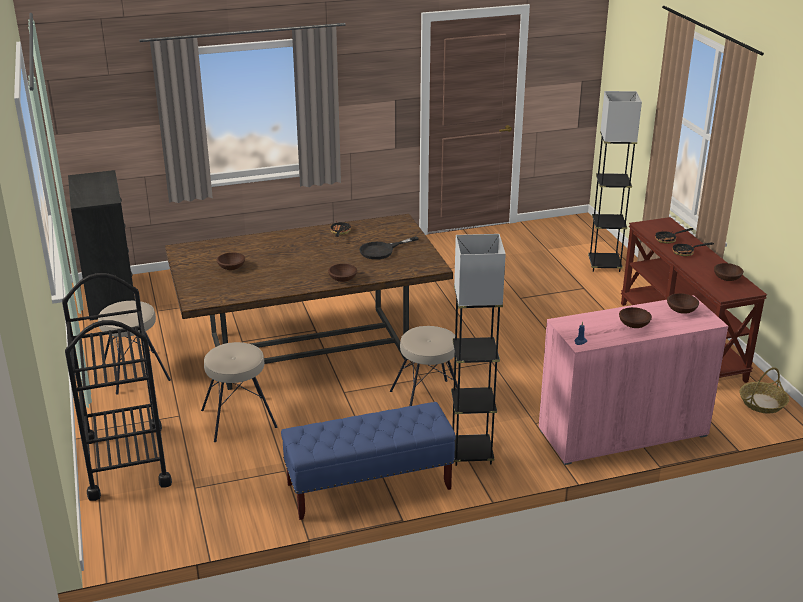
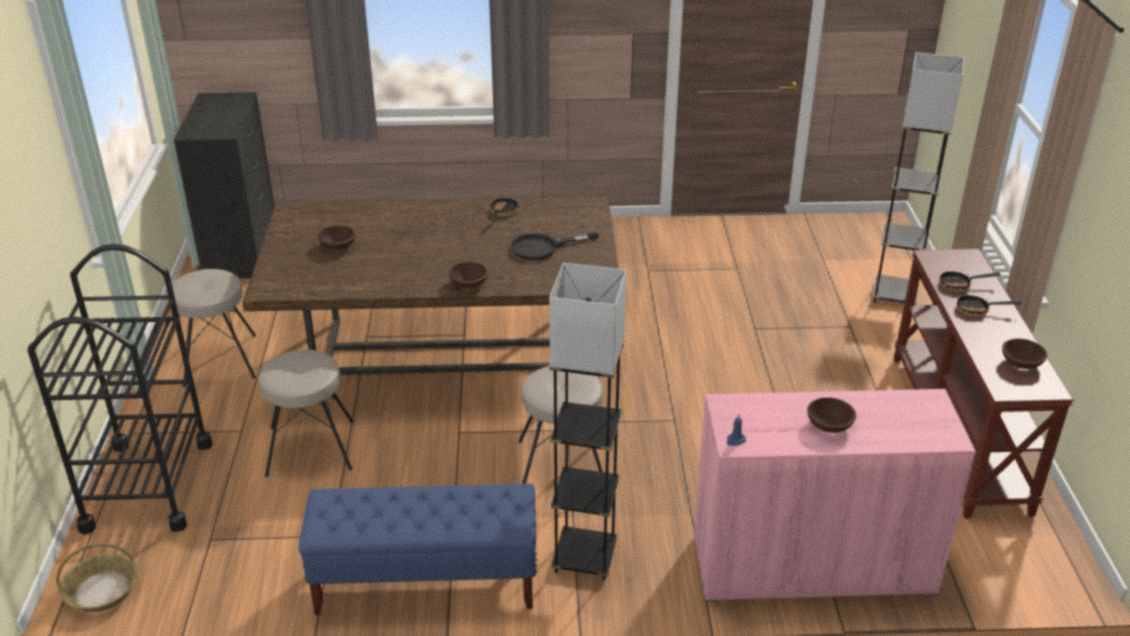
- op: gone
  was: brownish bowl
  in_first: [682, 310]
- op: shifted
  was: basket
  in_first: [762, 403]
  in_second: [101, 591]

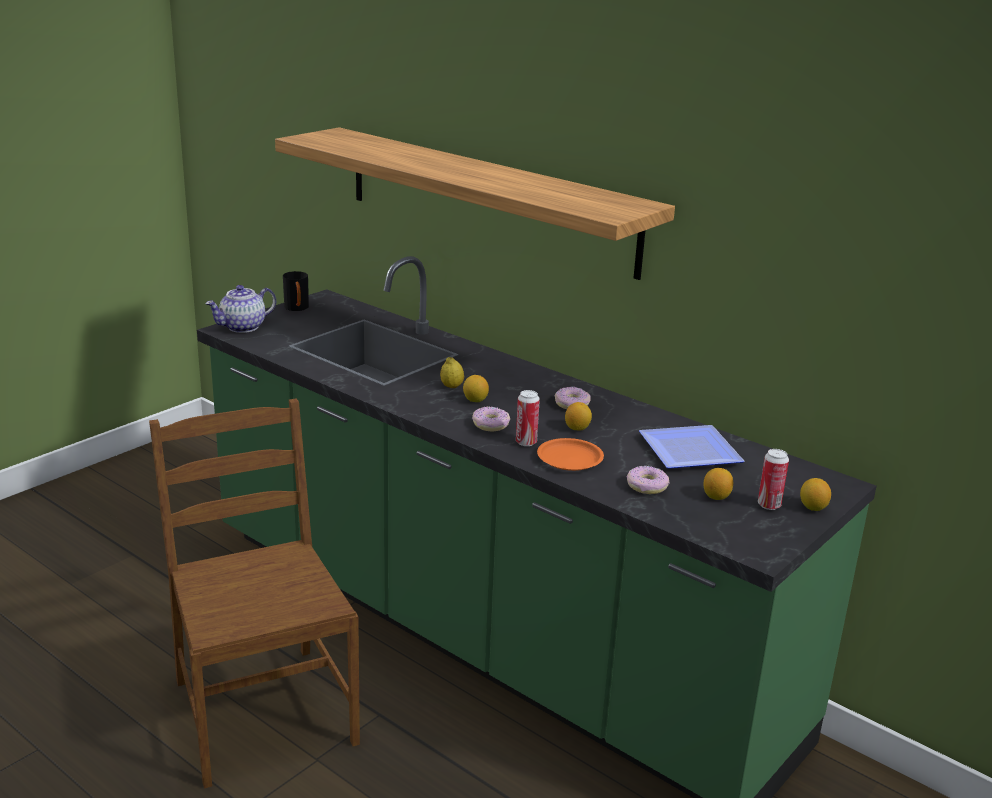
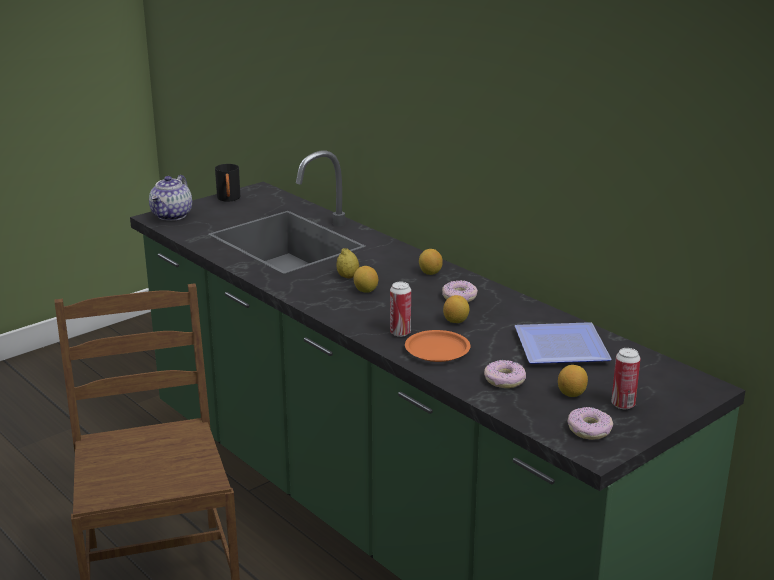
- op: gone
  was: shelf
  in_first: [487, 199]
- op: shifted
  was: doughnut
  in_first: [491, 424]
  in_second: [589, 430]
- op: shifted
  was: whole lemon
  in_first: [813, 507]
  in_second: [430, 273]
- op: rotated
  was: teapot
  in_first: [243, 327]
  in_second: [172, 215]
  clockwise: -45

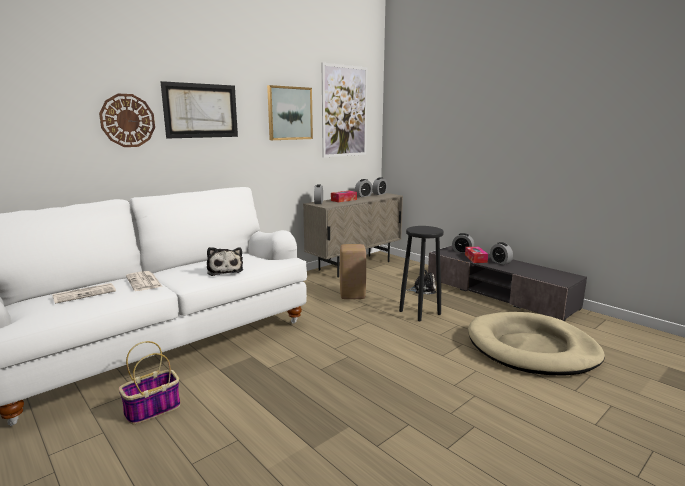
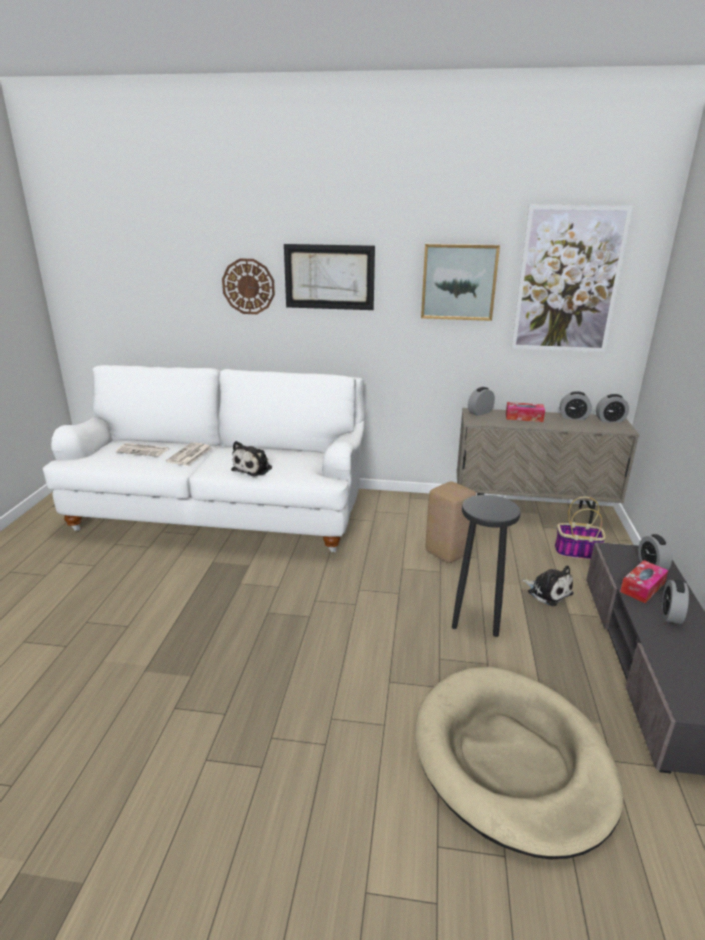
- op: shifted
  was: basket
  in_first: [152, 410]
  in_second: [576, 552]

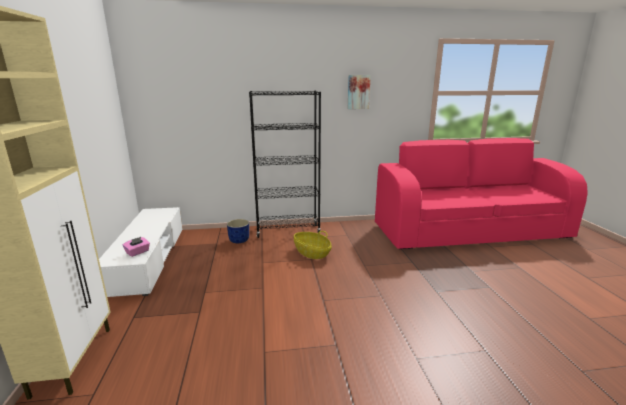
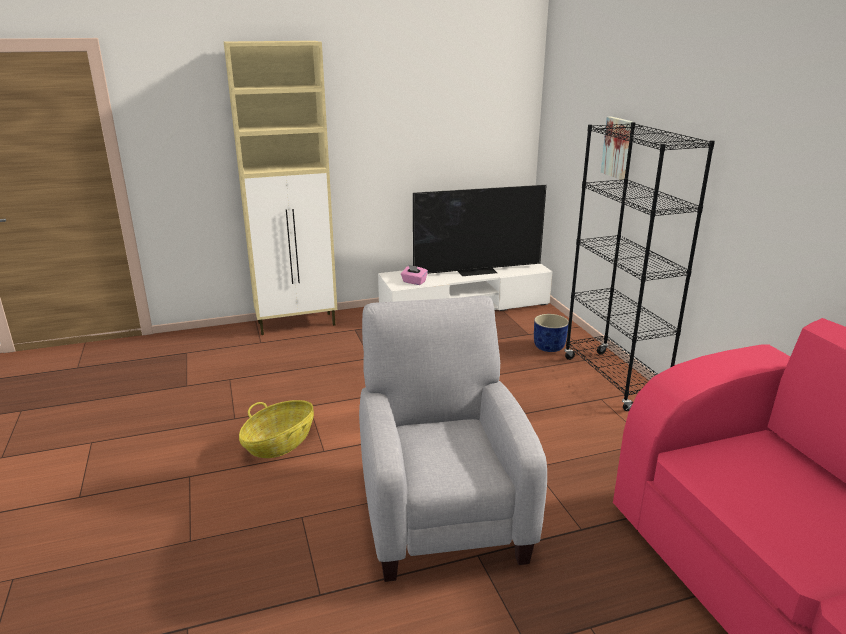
- op: new
  now: gray easy chair
  in_second: [441, 509]
- op: new
  now: TV set
  in_second: [477, 271]
- op: shifted
  was: basket
  in_first: [312, 253]
  in_second: [280, 443]
- op: shifted
  was: picture
  in_first: [358, 92]
  in_second: [618, 147]

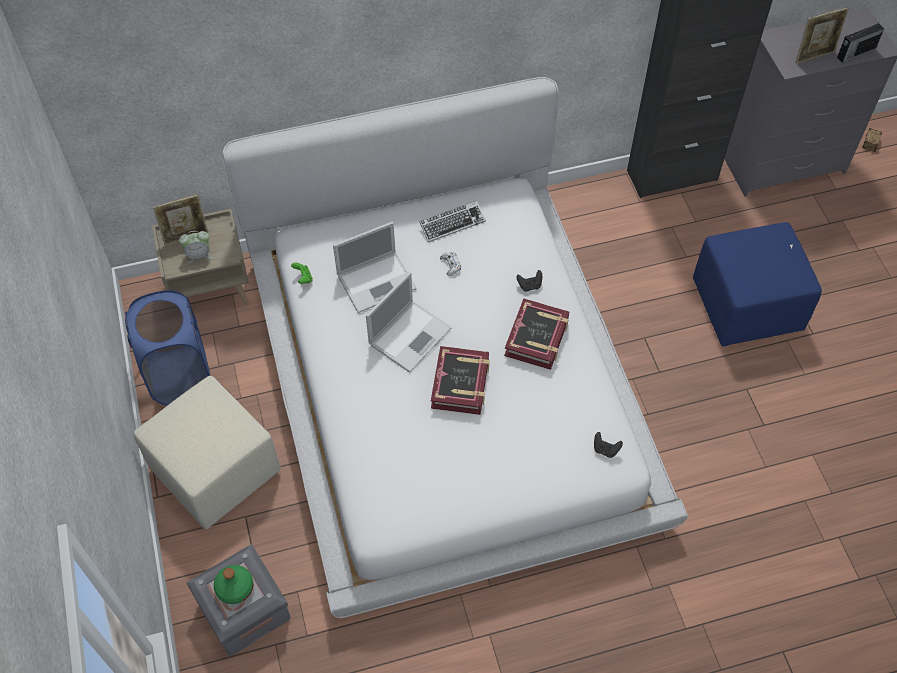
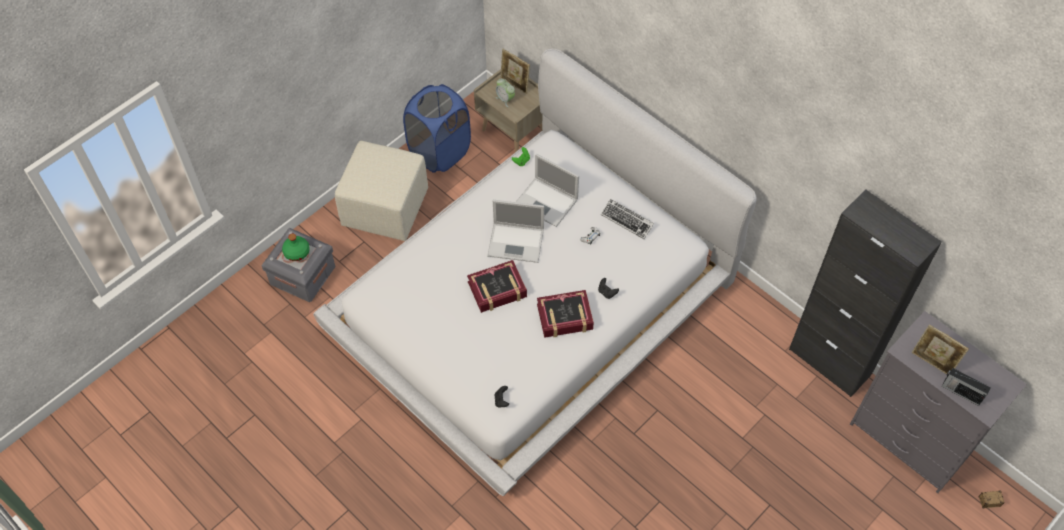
- op: gone
  was: bluish ottoman
  in_first: [747, 305]

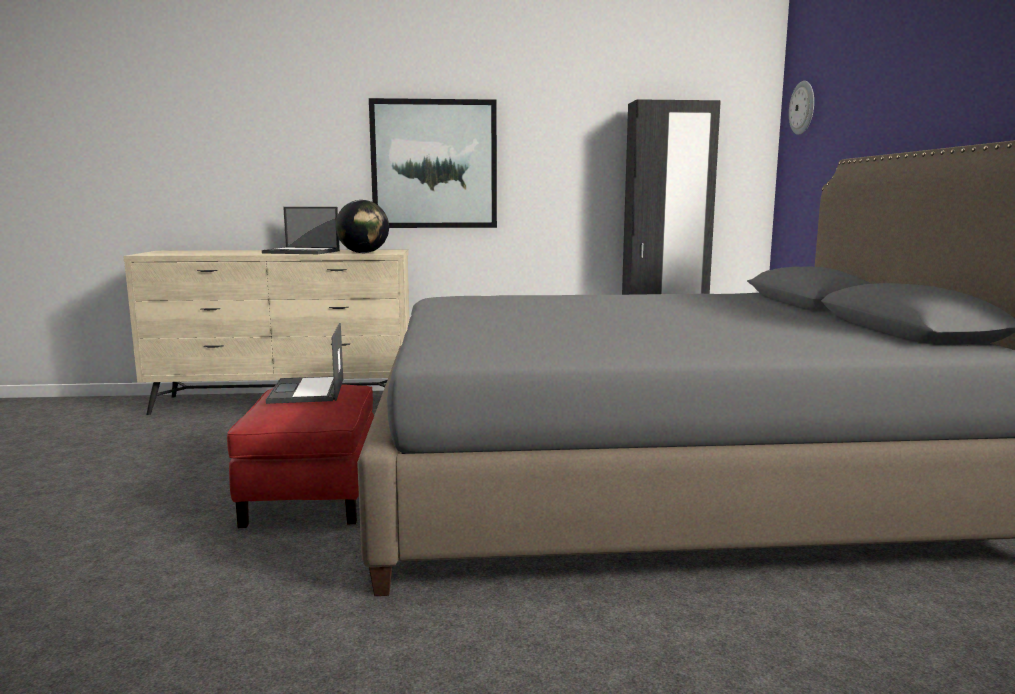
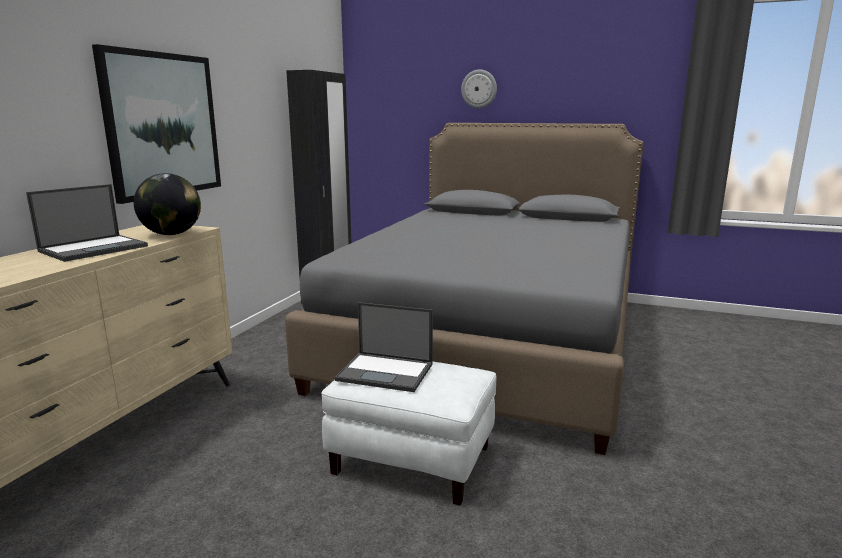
- op: shifted
  was: clock on the wall
  in_first: [803, 108]
  in_second: [479, 89]
- op: repainted
  was: red ottoman
  now: white-coloured ottoman
  in_first: [313, 495]
  in_second: [413, 459]

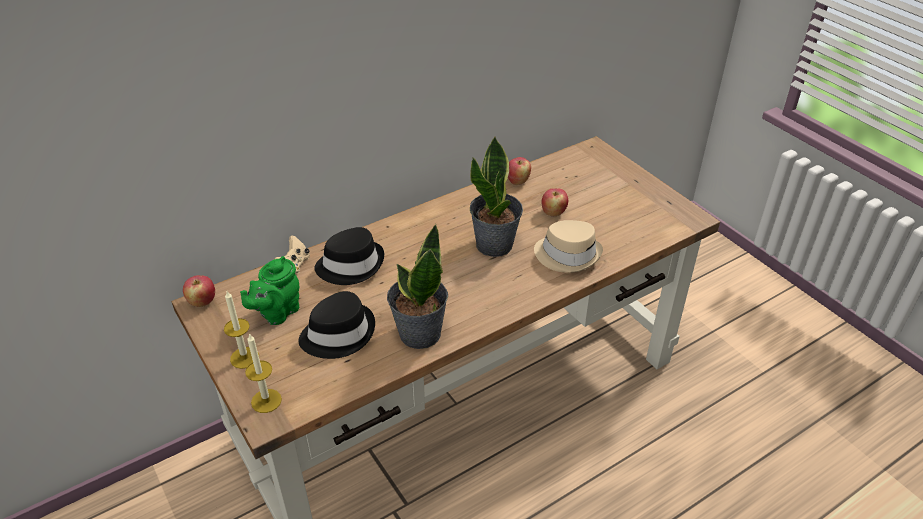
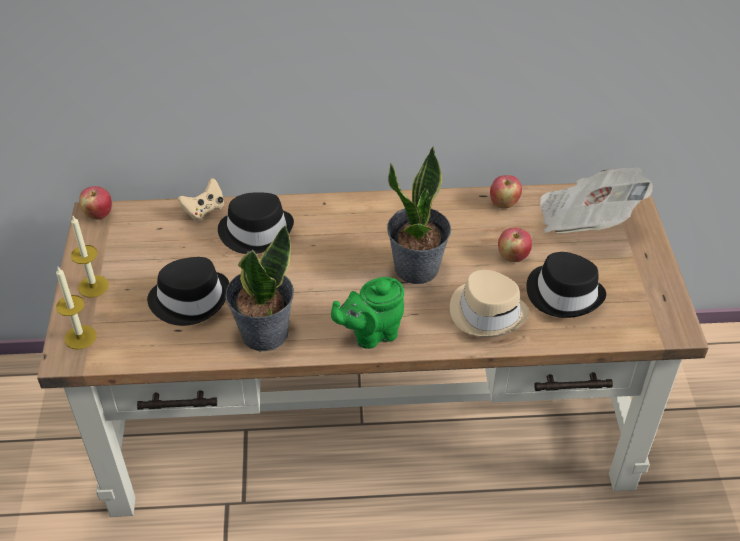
- op: new
  now: black-coloured clothing hat
  in_second: [564, 293]
- op: new
  now: newspaper
  in_second: [586, 220]
- op: shifted
  was: green-coloured teapot
  in_first: [277, 312]
  in_second: [371, 334]

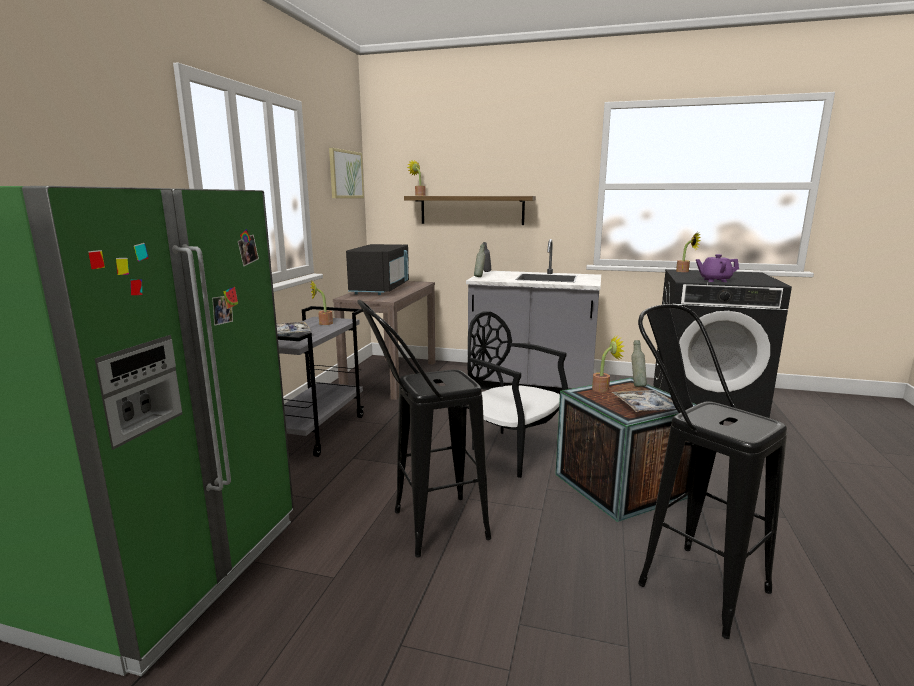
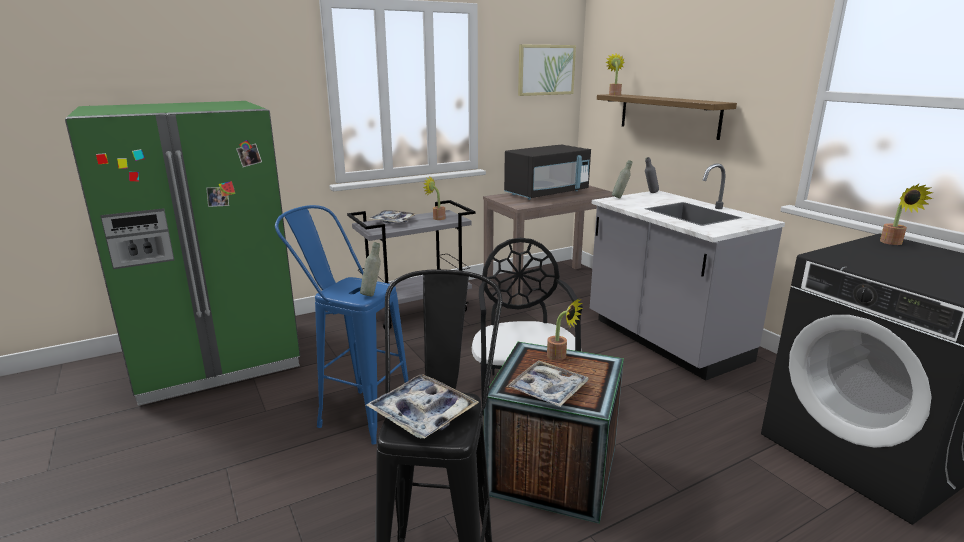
- op: gone
  was: purple-coloured teapot
  in_first: [714, 280]
- op: new
  now: carrying tray
  in_second: [422, 414]
- op: shifted
  was: gray beverage bottle
  in_first: [637, 385]
  in_second: [372, 294]
- op: repainted
  was: black-coloured stool seat
  now: bluish stool seat
  in_first: [425, 528]
  in_second: [354, 412]

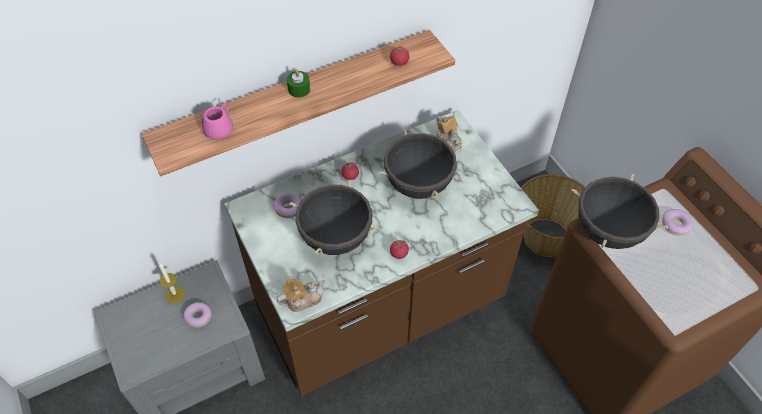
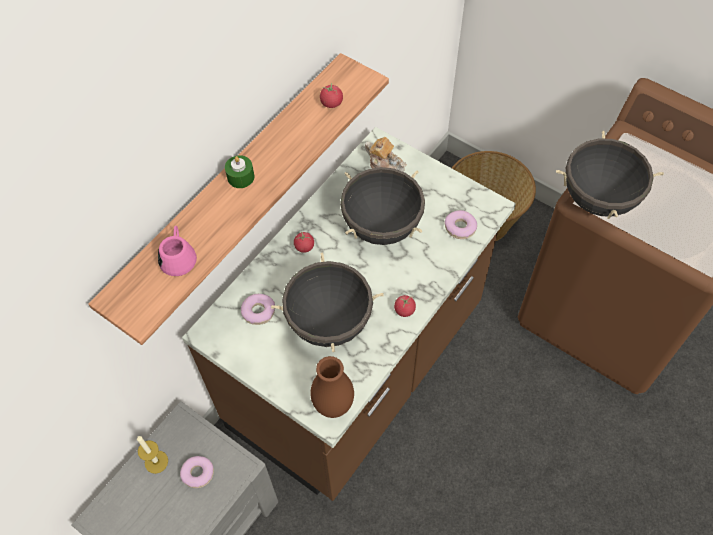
- op: shifted
  was: doughnut
  in_first: [675, 225]
  in_second: [460, 227]
- op: swapped
  was: teapot
  now: brownish flower vase
  in_first: [302, 299]
  in_second: [333, 405]

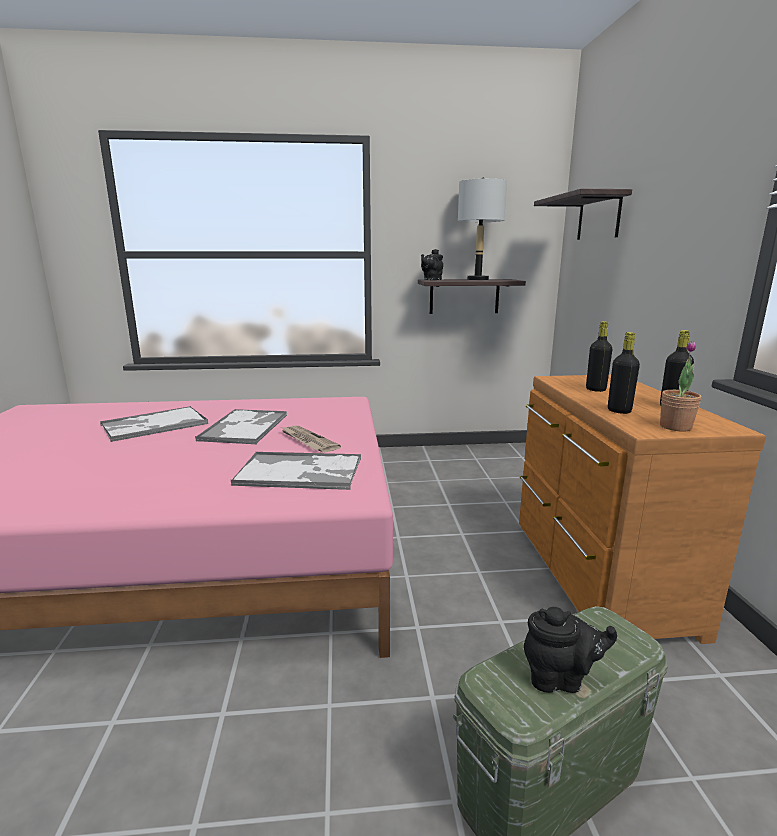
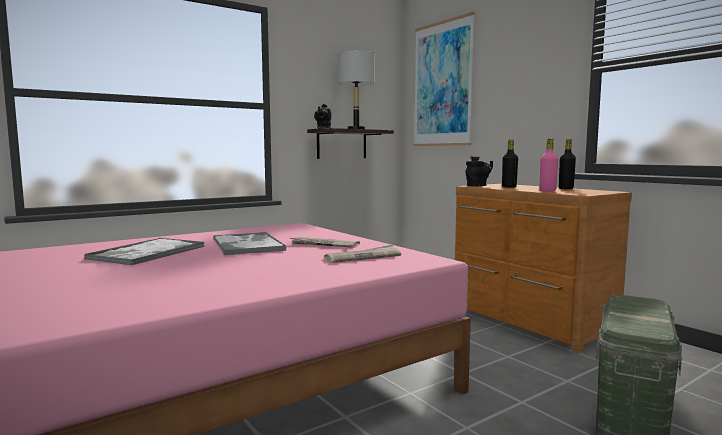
- op: gone
  was: plant in a pot
  in_first: [675, 427]
- op: shifted
  was: black-coloured teapot
  in_first: [560, 678]
  in_second: [478, 186]
- op: swapped
  was: carrying tray
  now: newspaper
  in_first: [301, 472]
  in_second: [363, 257]
- op: swapped
  was: shelf
  now: picture
  in_first: [599, 217]
  in_second: [442, 84]
- op: repainted
  was: black-coloured beverage bottle
  now: pink-coloured beverage bottle
  in_first: [619, 411]
  in_second: [547, 191]

